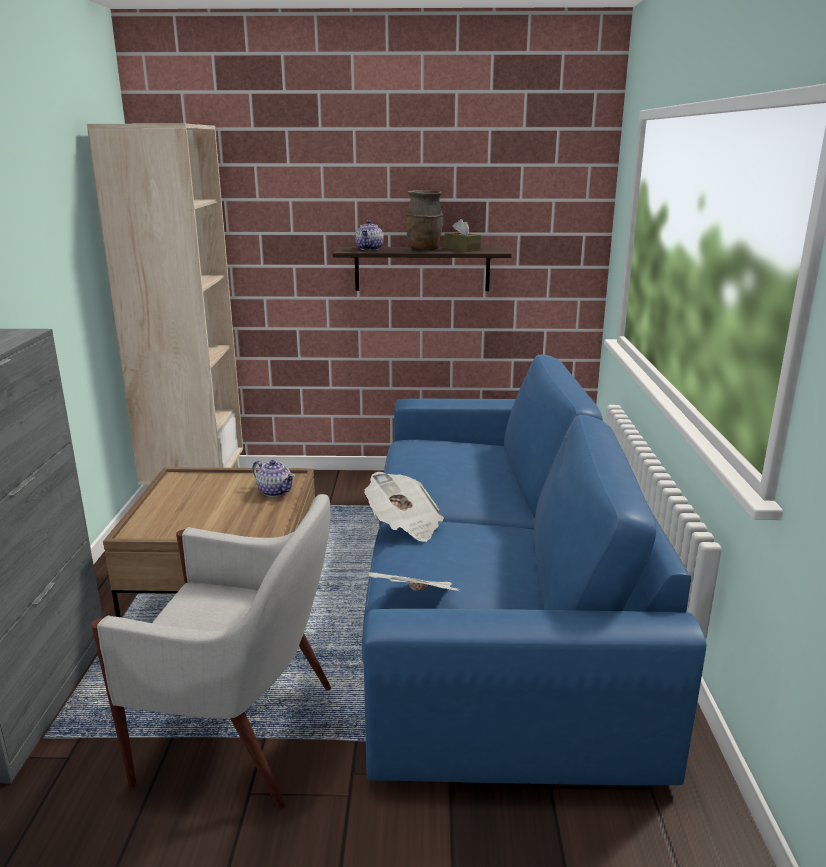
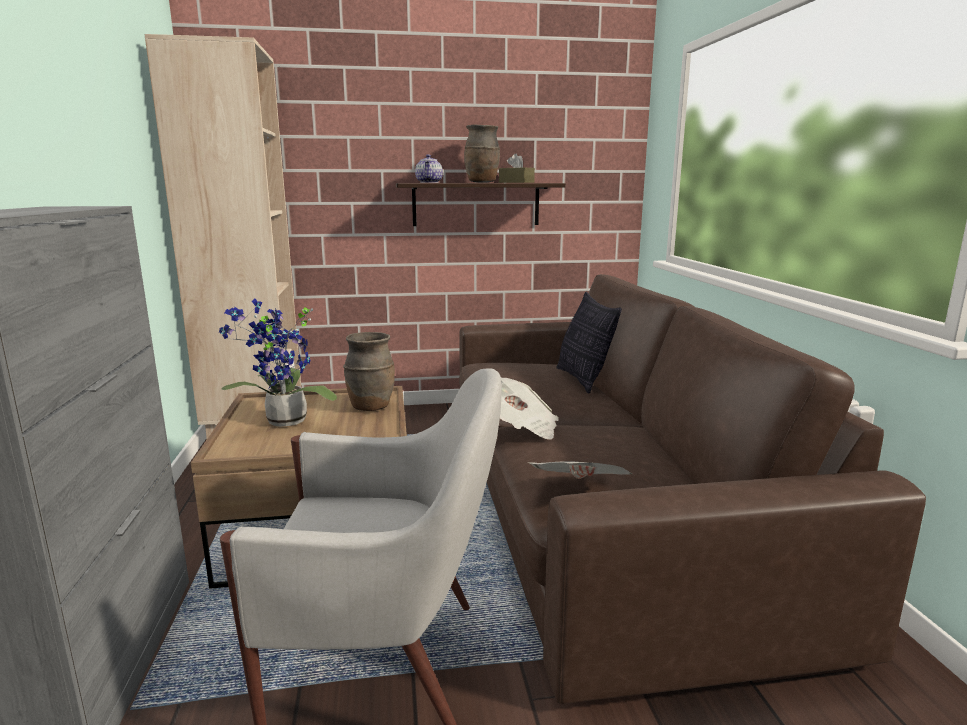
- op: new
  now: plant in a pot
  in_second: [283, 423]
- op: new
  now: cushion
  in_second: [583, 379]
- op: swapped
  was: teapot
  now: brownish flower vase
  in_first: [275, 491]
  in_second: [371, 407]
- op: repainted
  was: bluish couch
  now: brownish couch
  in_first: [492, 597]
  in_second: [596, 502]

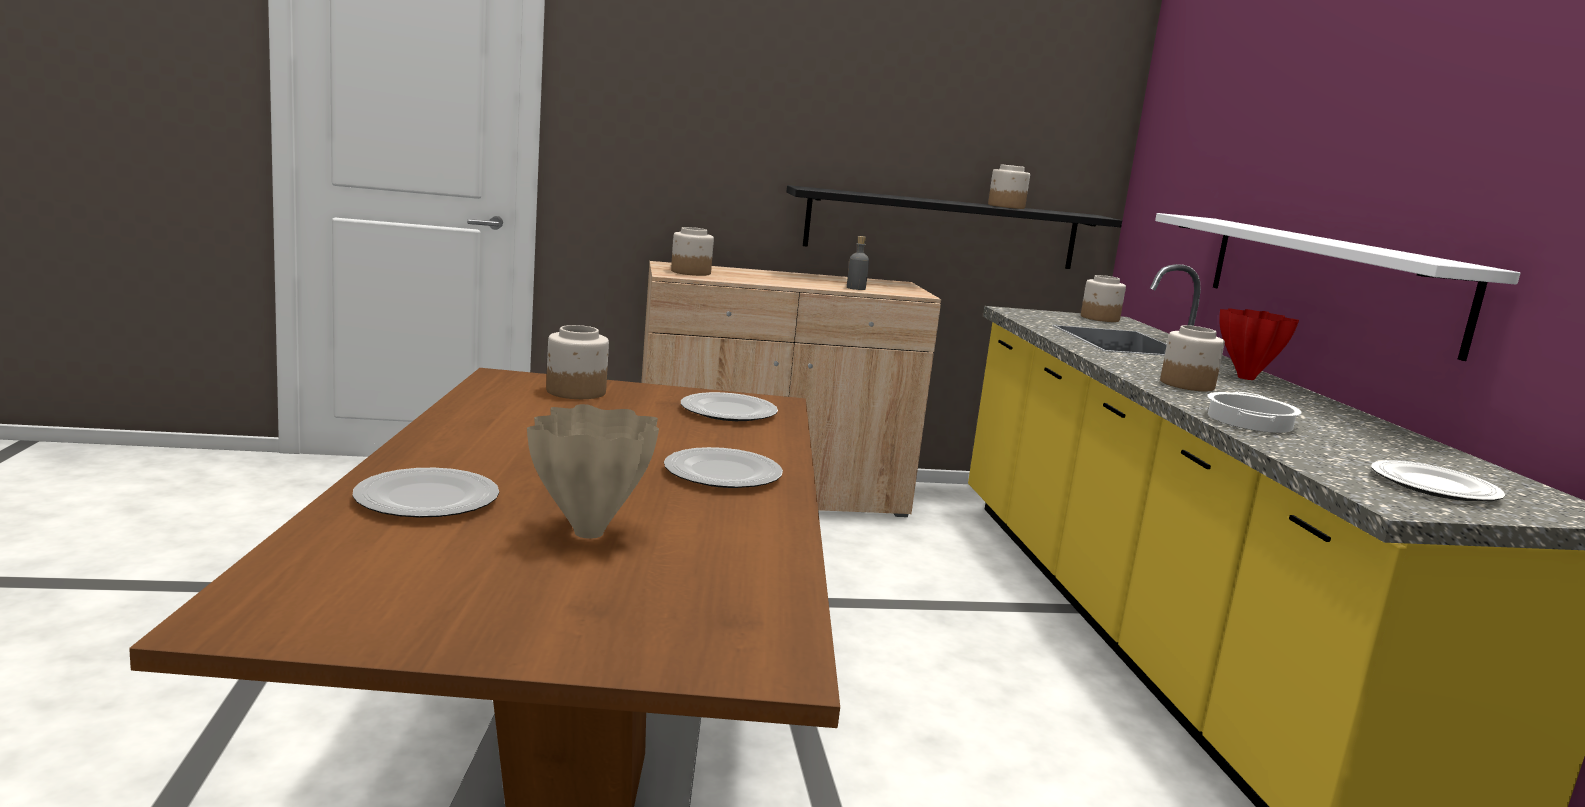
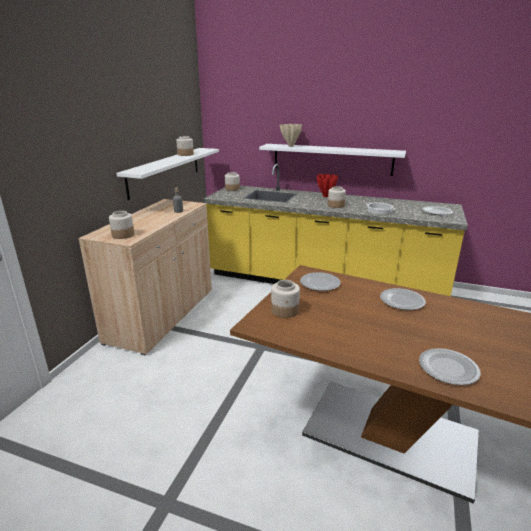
- op: shifted
  was: beige flower vase
  in_first: [591, 532]
  in_second: [290, 146]
- op: repainted
  was: black-coloured shelf
  now: white-coloured shelf
  in_first: [942, 229]
  in_second: [165, 171]

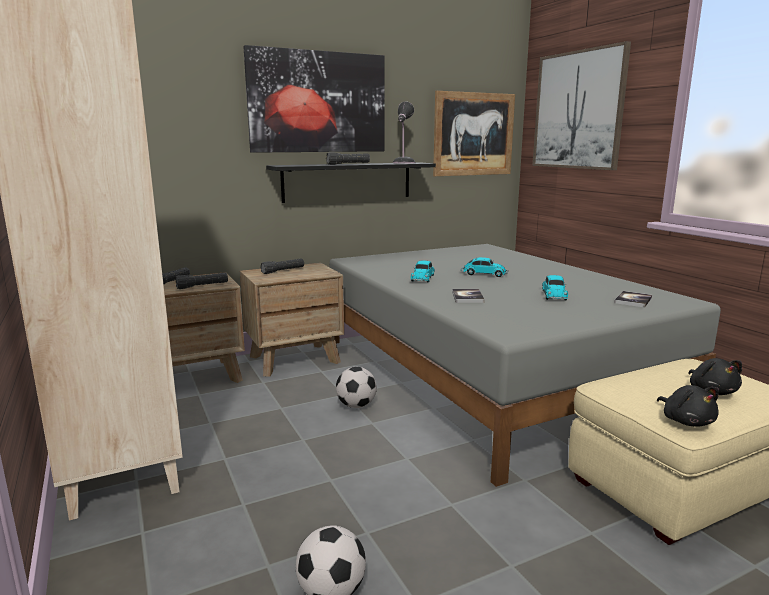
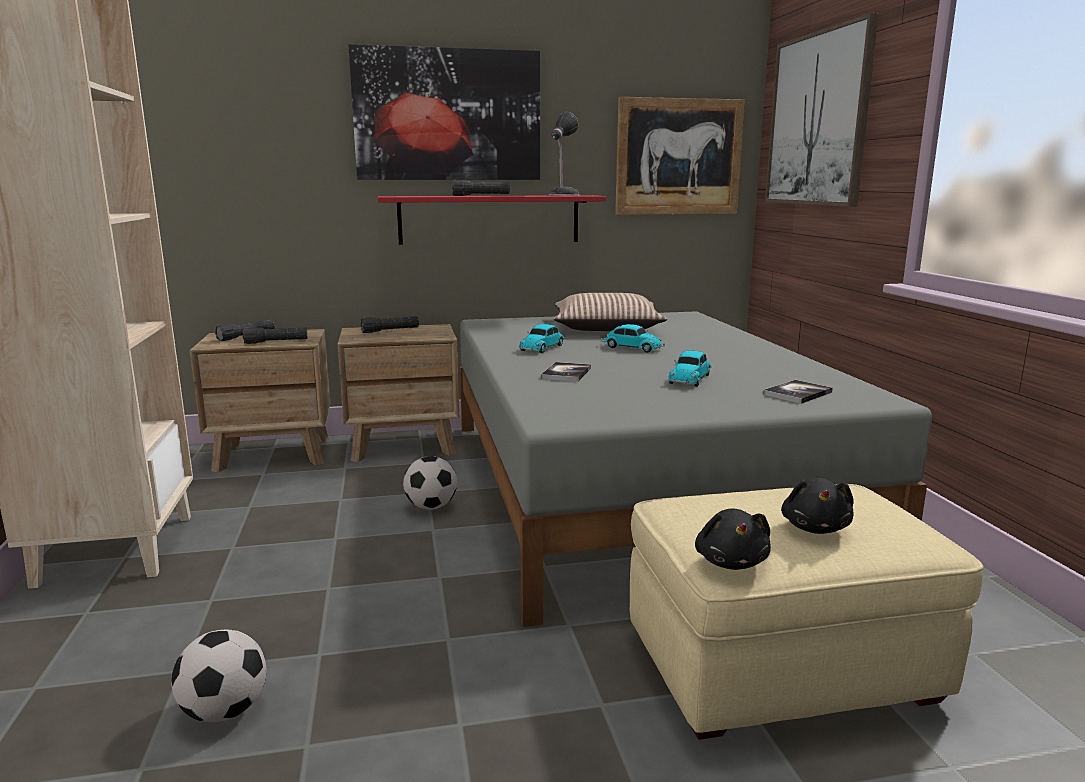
- op: new
  now: cushion
  in_second: [606, 327]
- op: repainted
  was: black-coloured shelf
  now: red shelf
  in_first: [347, 181]
  in_second: [489, 219]

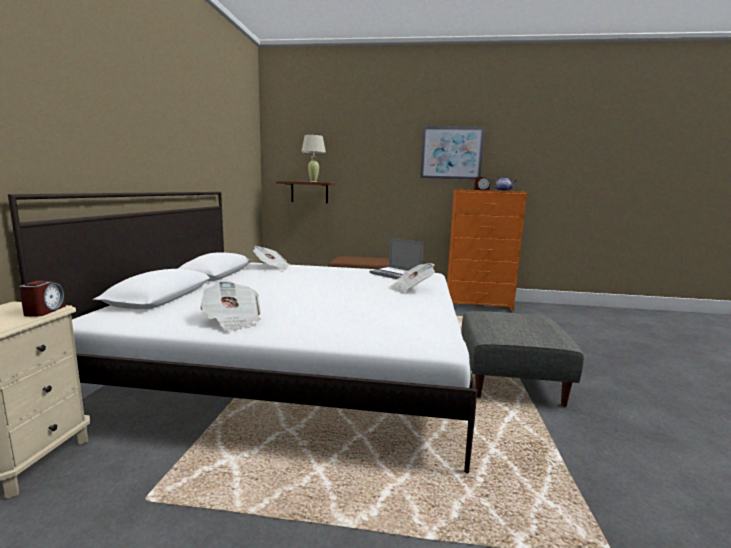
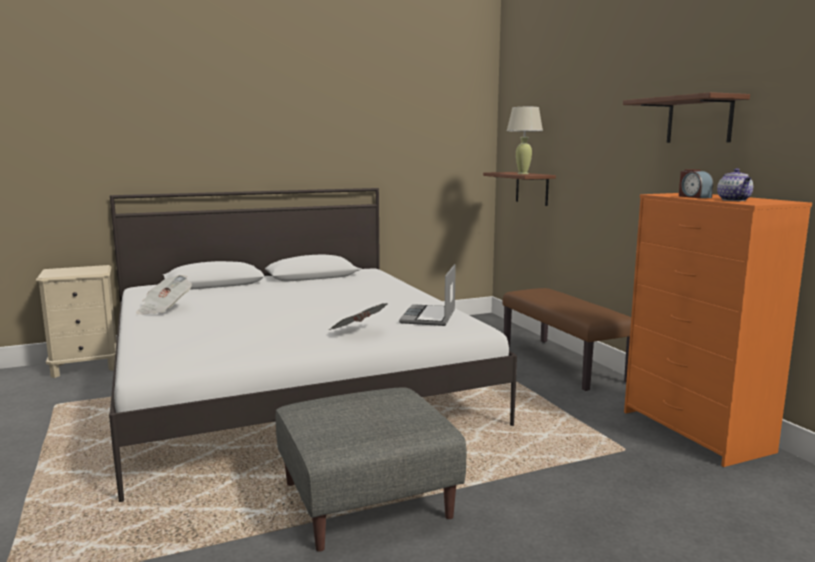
- op: gone
  was: table clock
  in_first: [44, 311]
- op: gone
  was: newspaper
  in_first: [272, 267]
- op: swapped
  was: picture
  now: brownish shelf
  in_first: [451, 153]
  in_second: [699, 120]

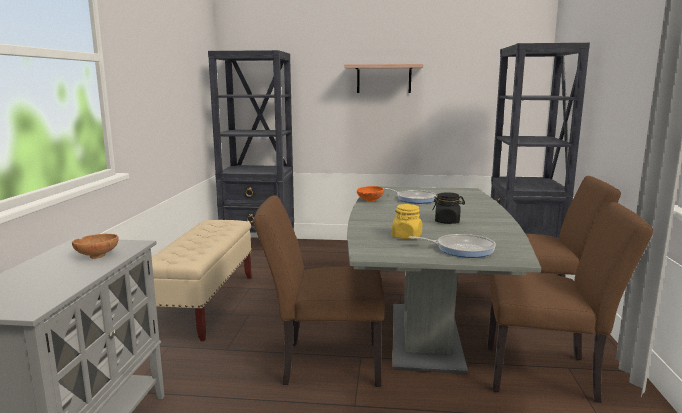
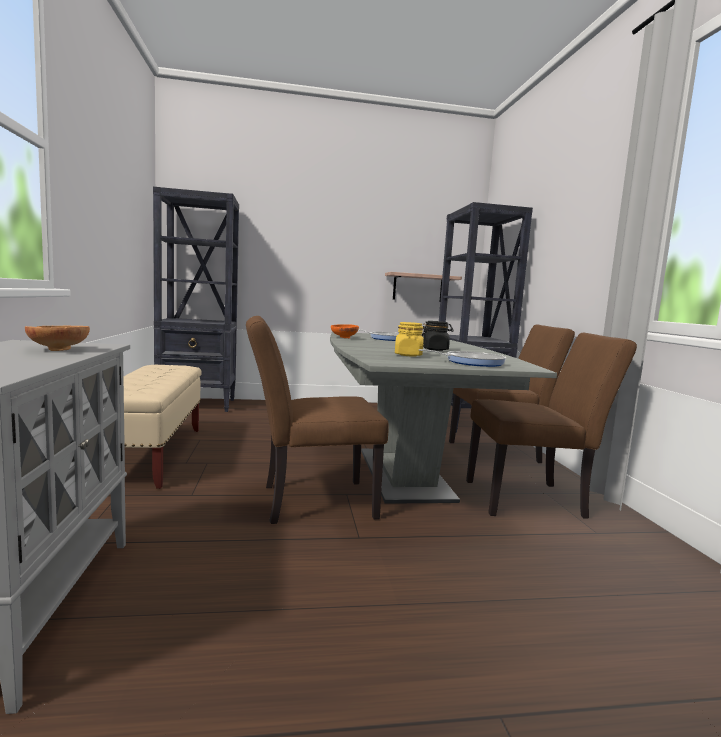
- op: shifted
  was: shelf
  in_first: [384, 79]
  in_second: [418, 288]

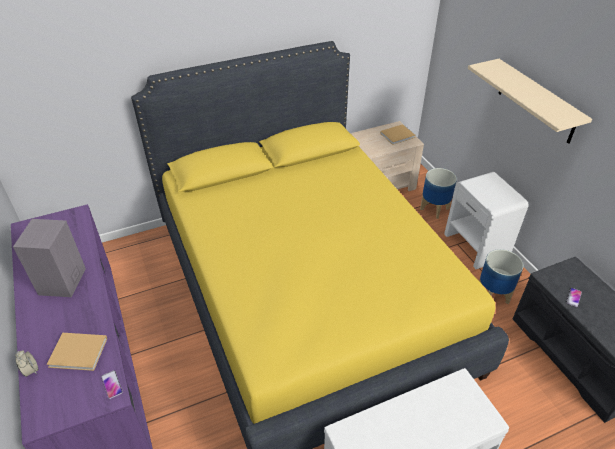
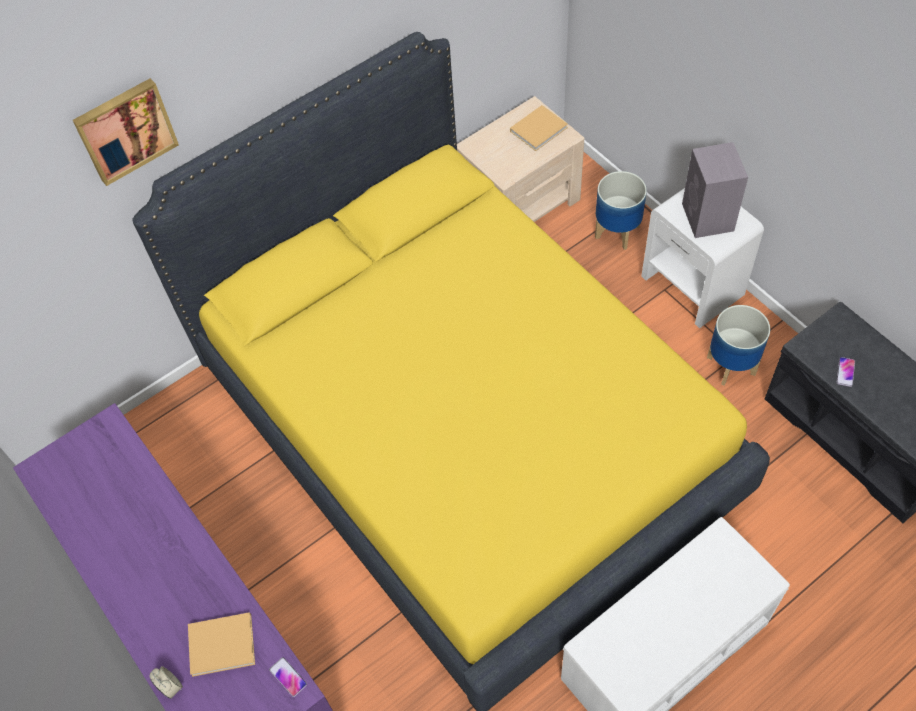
- op: gone
  was: beige shelf
  in_first: [537, 101]
- op: new
  now: picture
  in_second: [125, 130]
- op: shifted
  was: gray speaker
  in_first: [62, 282]
  in_second: [708, 218]

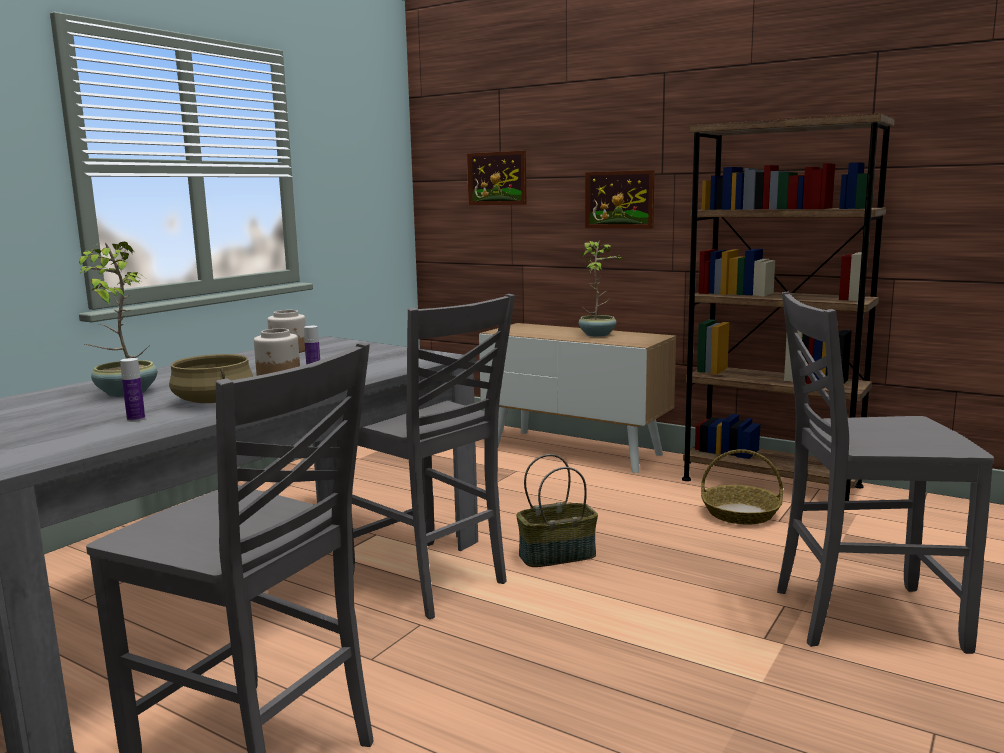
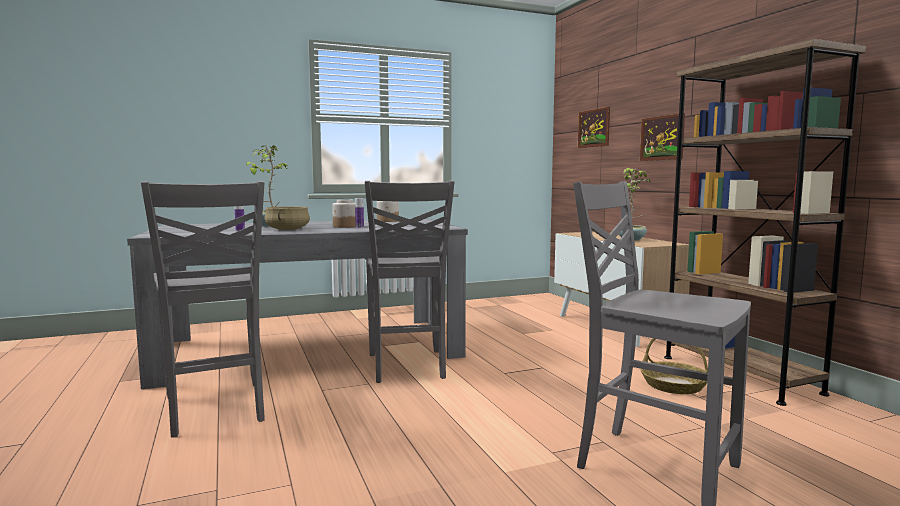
- op: gone
  was: basket
  in_first: [557, 555]

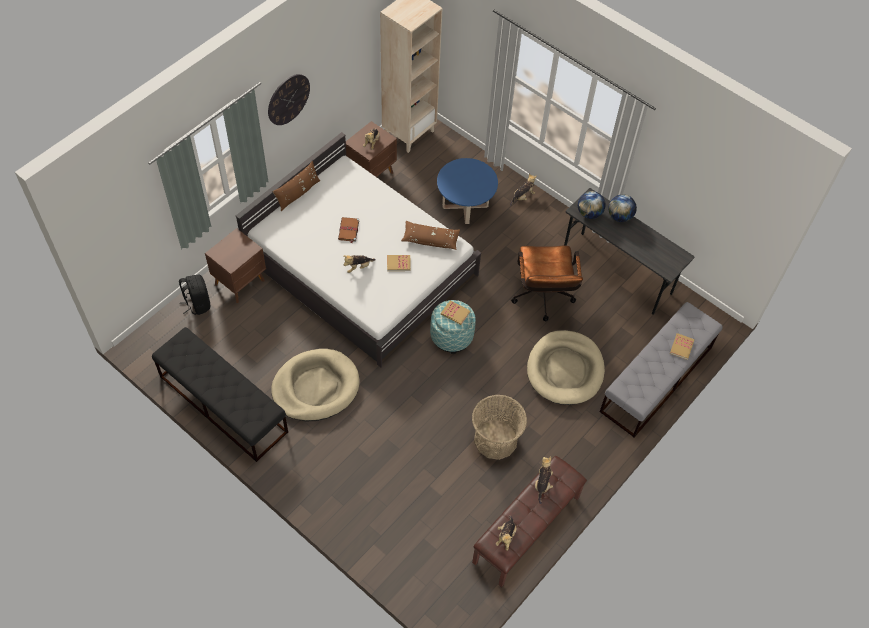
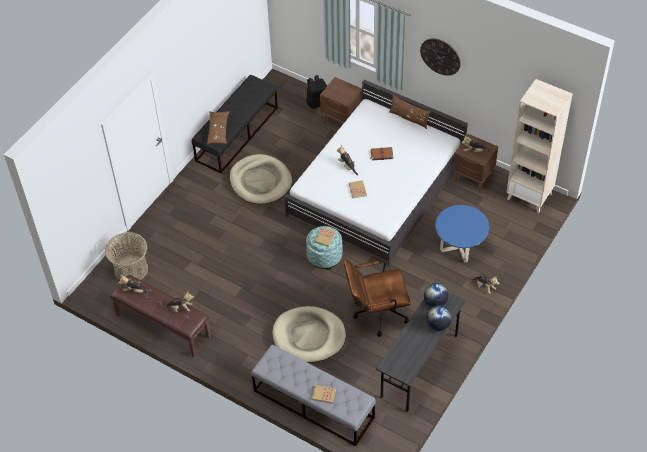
- op: shifted
  was: brownish cushion
  in_first: [430, 239]
  in_second: [218, 131]
- op: shifted
  was: basket
  in_first: [495, 439]
  in_second: [131, 269]

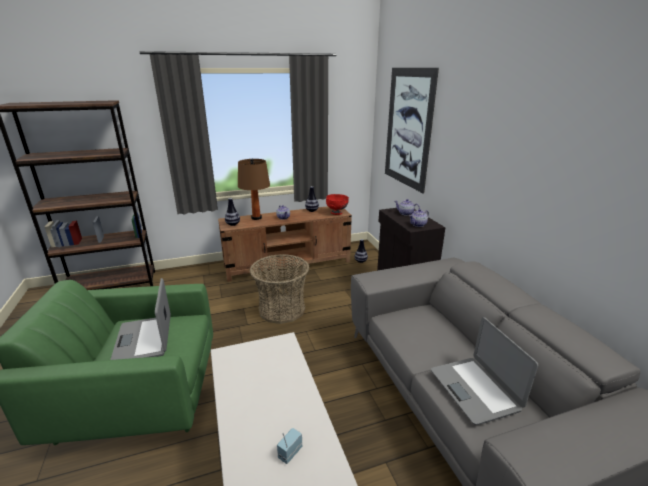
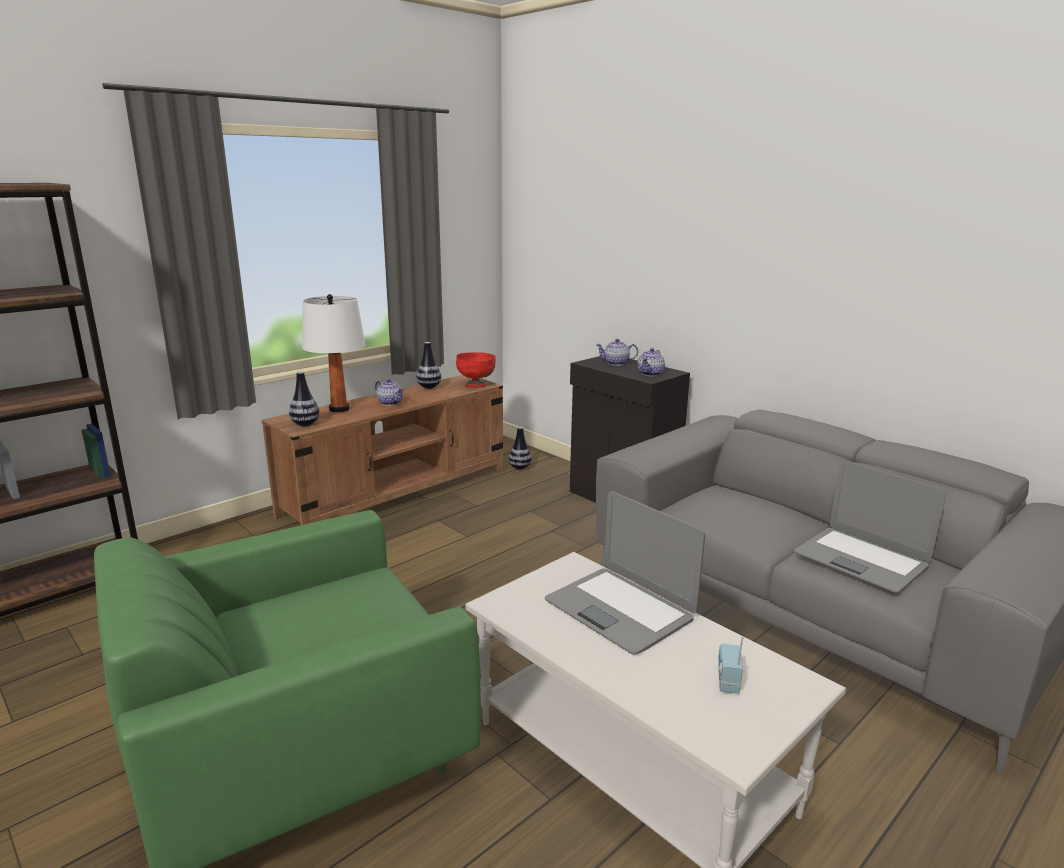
- op: gone
  was: basket
  in_first: [282, 309]
- op: gone
  was: picture
  in_first: [408, 128]
- op: shifted
  was: portable computer
  in_first: [144, 339]
  in_second: [620, 610]
- op: repainted
  was: brownish table lamp
  now: white-coloured table lamp
  in_first: [256, 218]
  in_second: [339, 409]

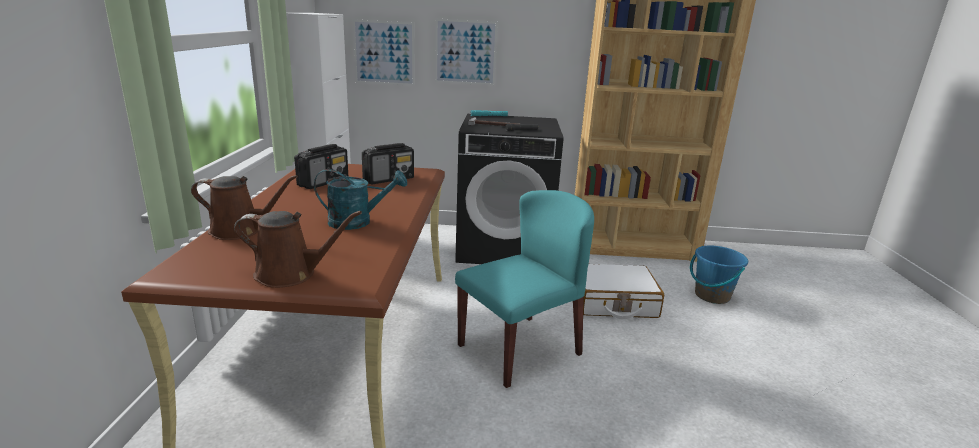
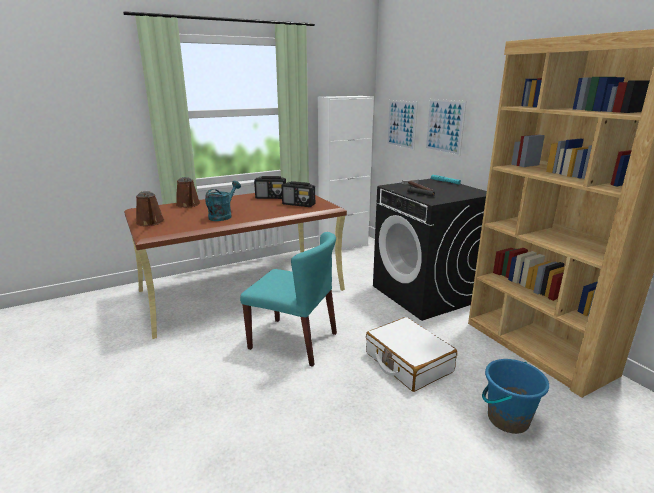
- op: rotated
  was: turquoise-coloured watering can
  in_first: [358, 222]
  in_second: [223, 216]
  clockwise: -120

